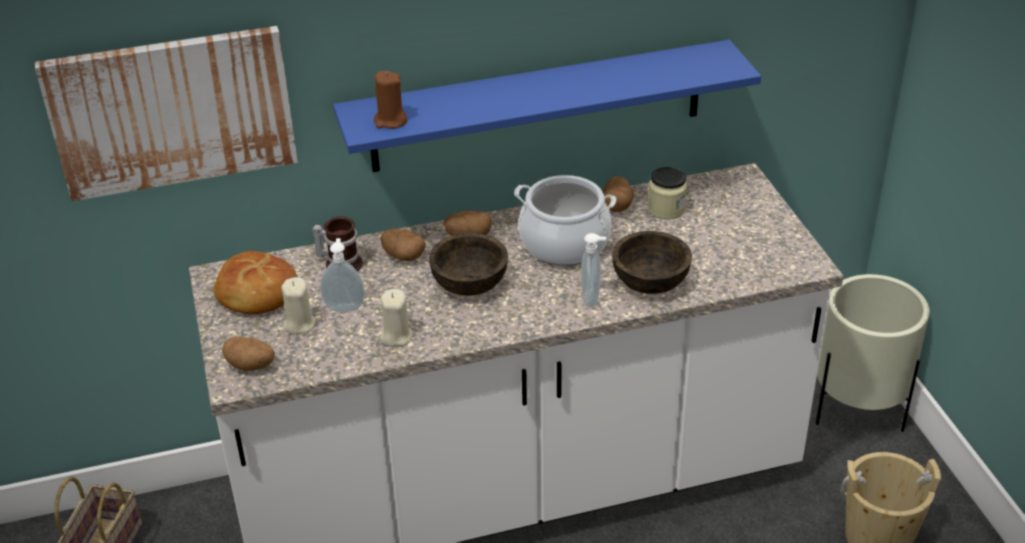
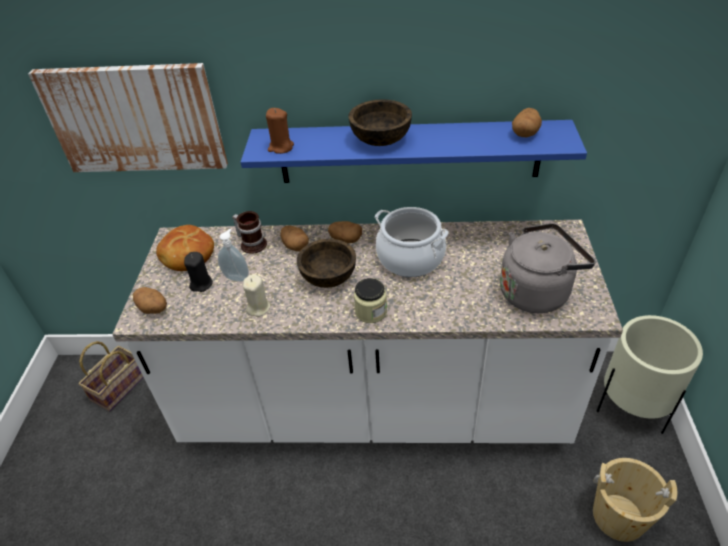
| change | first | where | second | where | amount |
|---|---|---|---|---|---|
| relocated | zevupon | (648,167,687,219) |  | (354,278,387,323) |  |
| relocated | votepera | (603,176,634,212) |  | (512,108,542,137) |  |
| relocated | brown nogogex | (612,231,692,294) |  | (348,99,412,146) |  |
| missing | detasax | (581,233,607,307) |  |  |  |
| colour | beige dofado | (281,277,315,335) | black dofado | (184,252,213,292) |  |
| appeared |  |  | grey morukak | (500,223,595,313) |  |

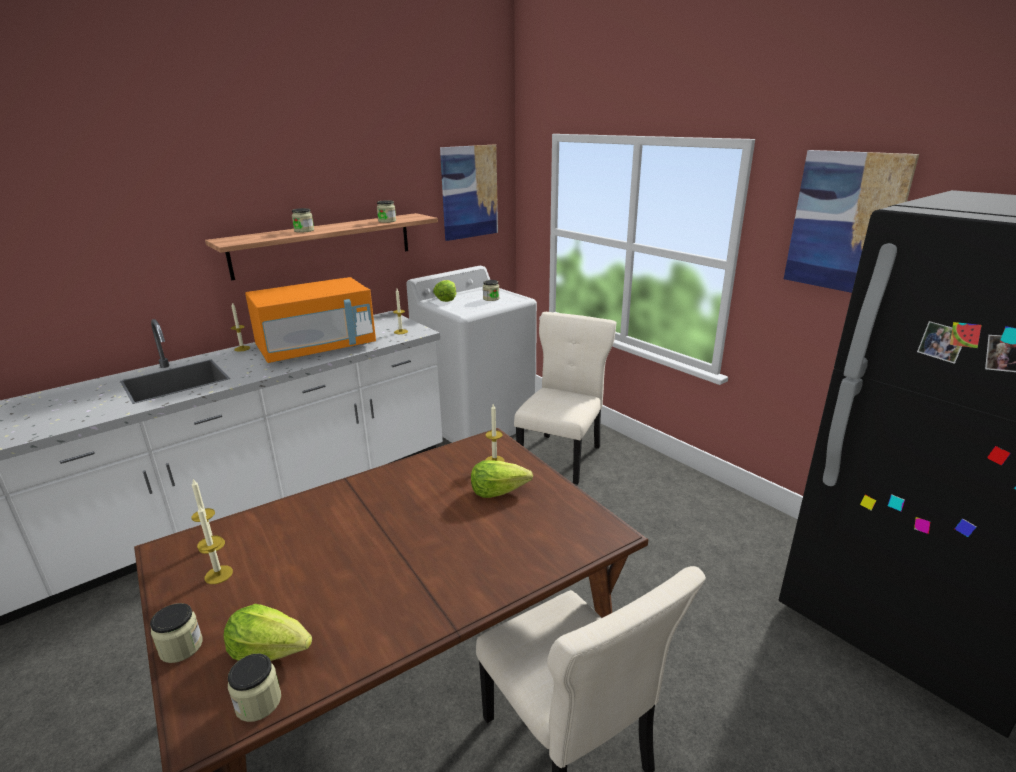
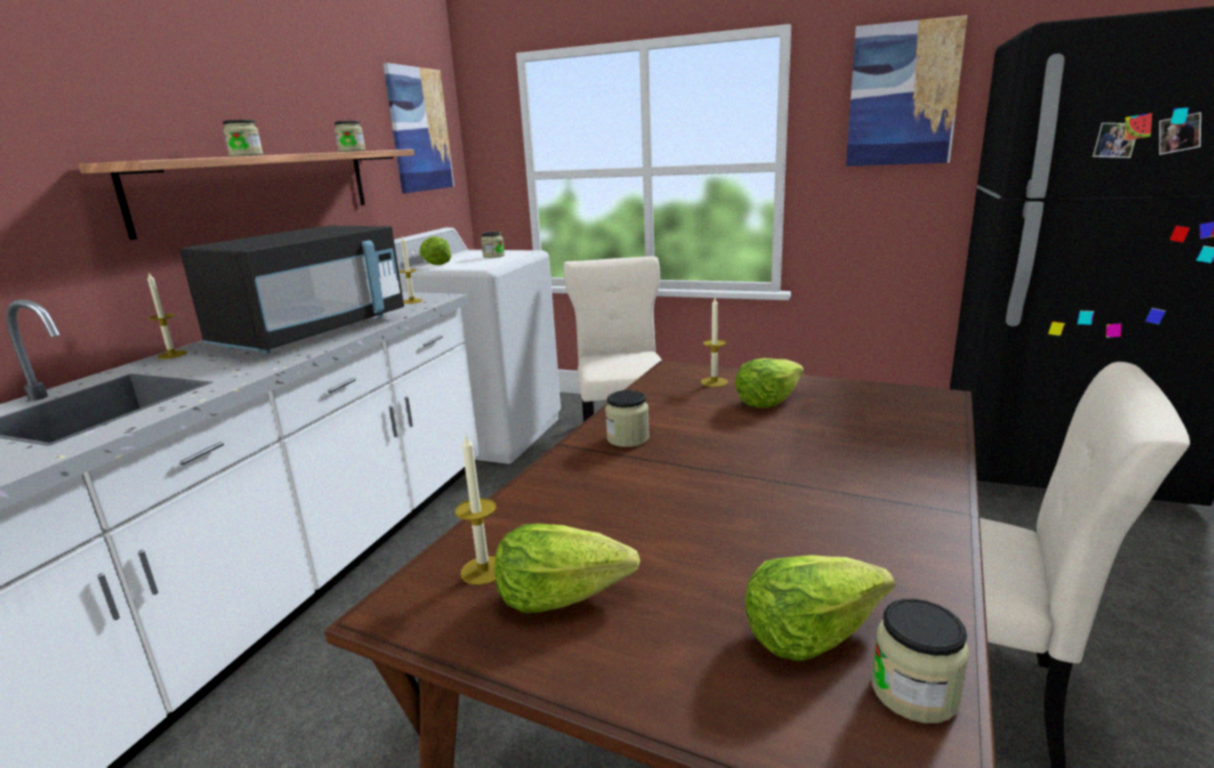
| change | first | where | second | where | amount |
|---|---|---|---|---|---|
| colour | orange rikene | (245,277,376,363) | black rikene | (179,226,404,354) |  |
| exchanged | dofado | (197,506,233,584) | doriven | (495,523,640,613) |  |
| relocated | zevupon | (150,603,203,663) |  | (605,390,649,447) |  |

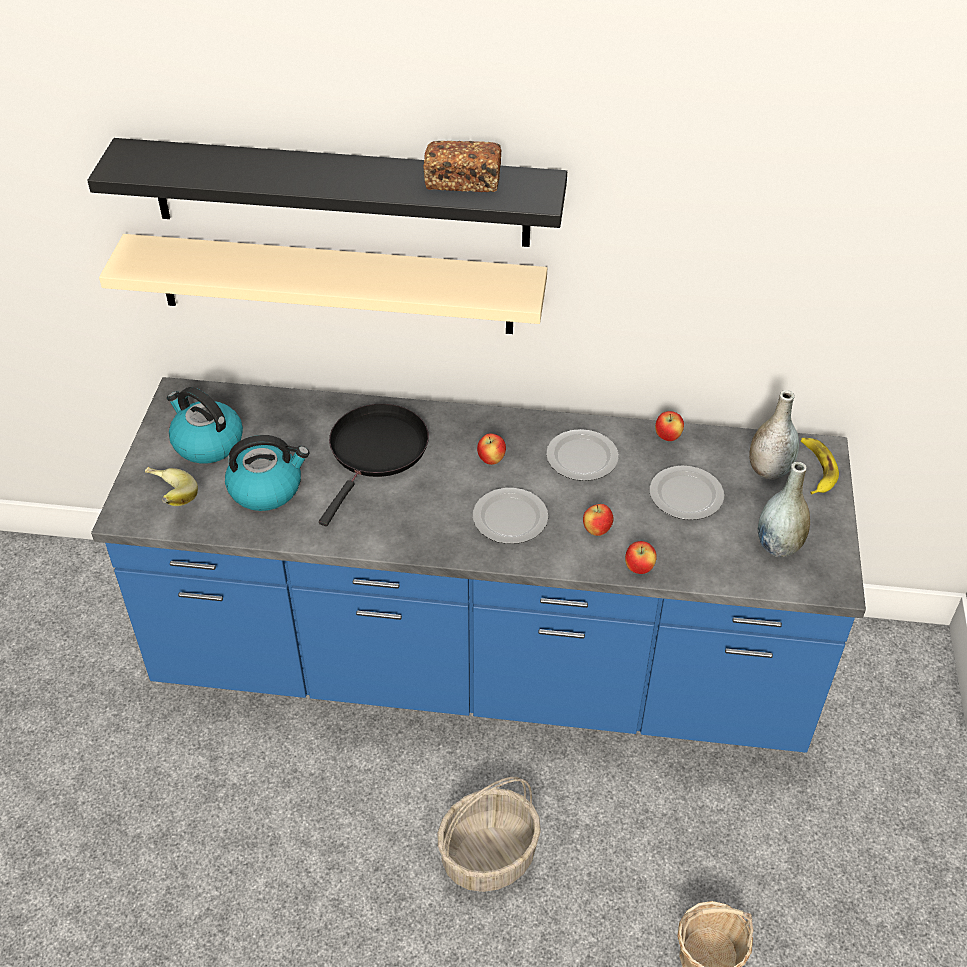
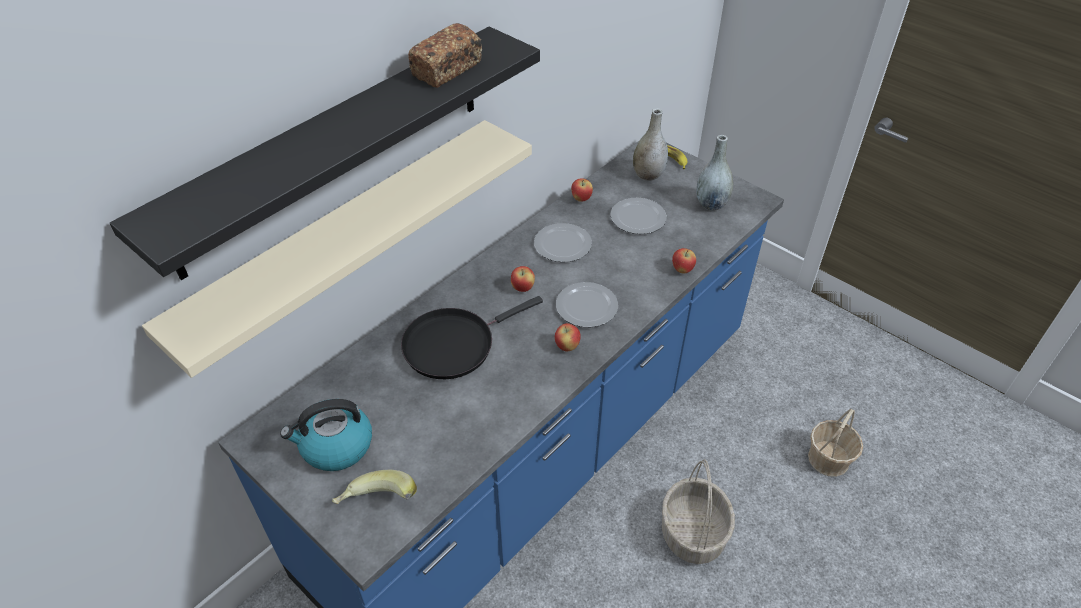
| change | first | where | second | where | amount |
|---|---|---|---|---|---|
| spun | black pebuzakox | (319,404,429,526) |  | (401,296,543,379) | 90 degrees counterclockwise |
| missing | morukak | (225,435,309,511) |  |  |  |
| relocated | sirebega | (583,504,613,536) |  | (555,323,581,351) |  |

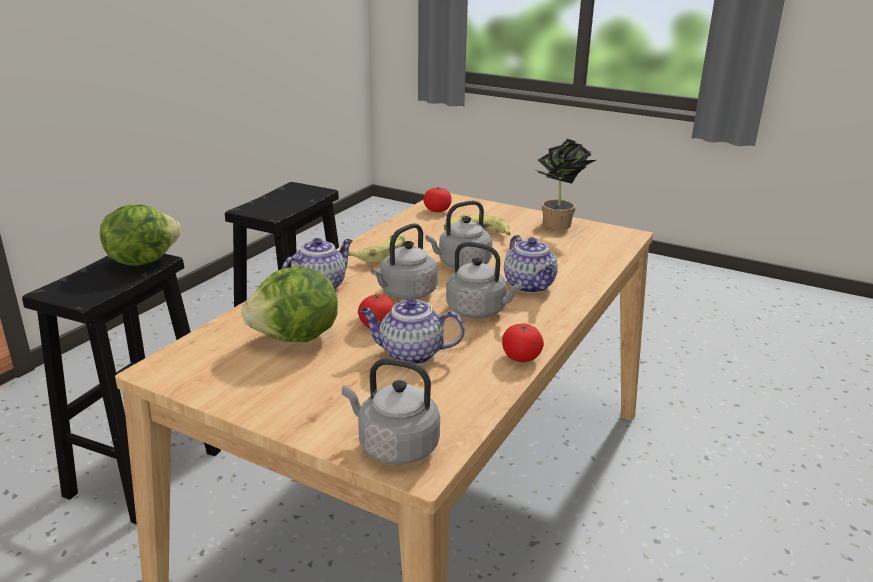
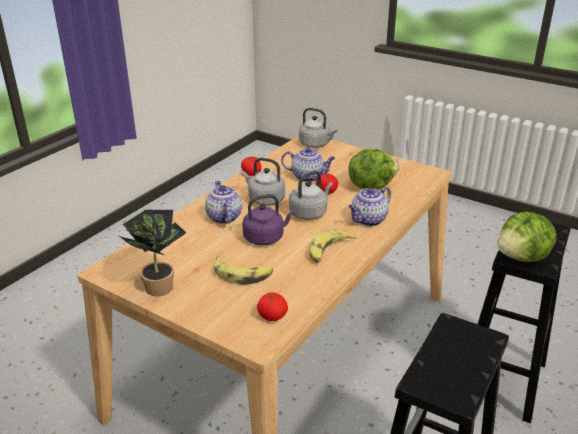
| change | first | where | second | where | amount |
|---|---|---|---|---|---|
| colour | grey morukak | (425,201,492,268) | purple morukak | (242,194,295,245) |  |

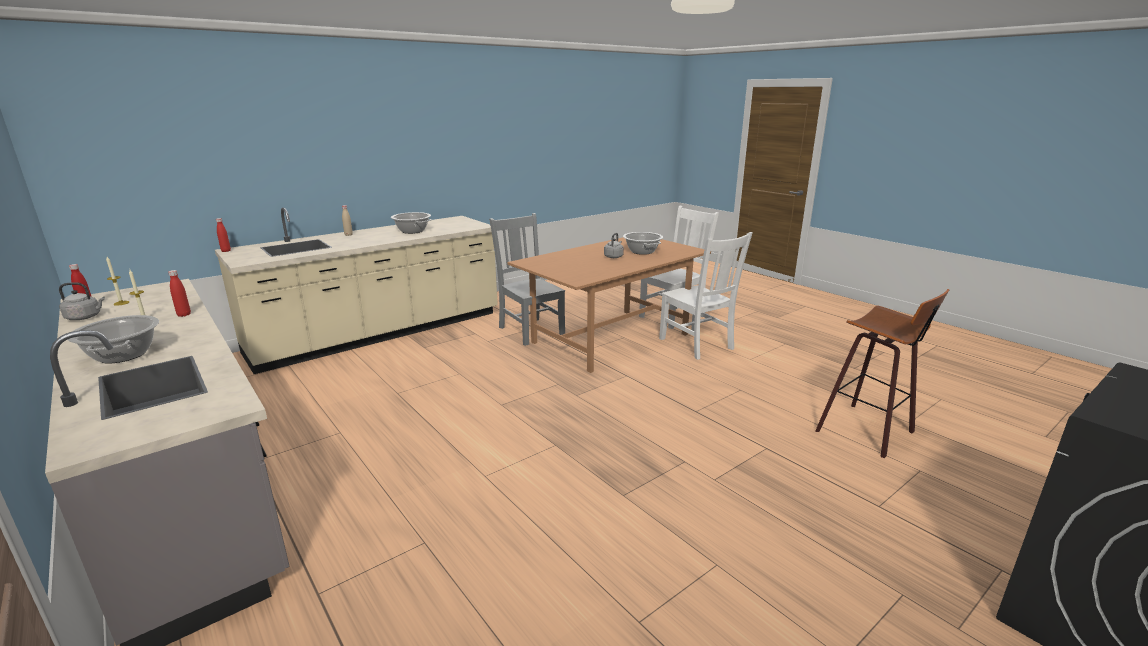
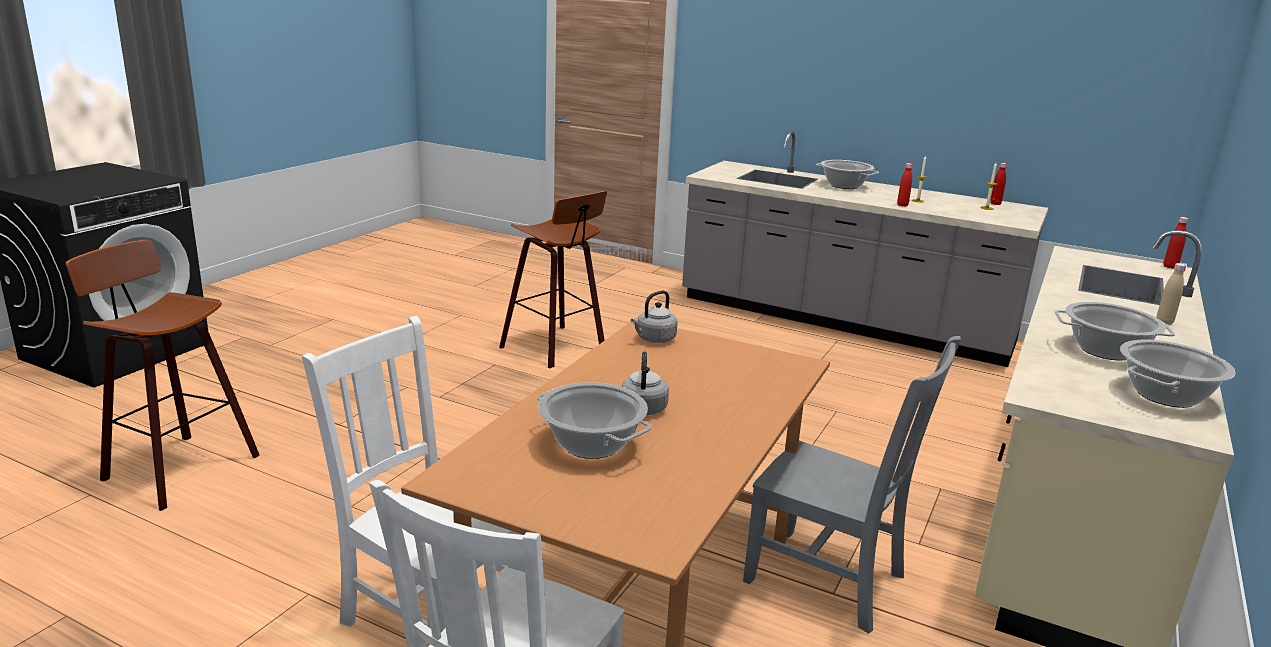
| change | first | where | second | where | amount |
|---|---|---|---|---|---|
| relocated | grey morukak | (59,282,105,320) |  | (631,290,678,343) |  |
| appeared |  |  | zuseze | (499,191,607,368) |  |
| appeared |  |  | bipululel | (1120,339,1236,408) |  |

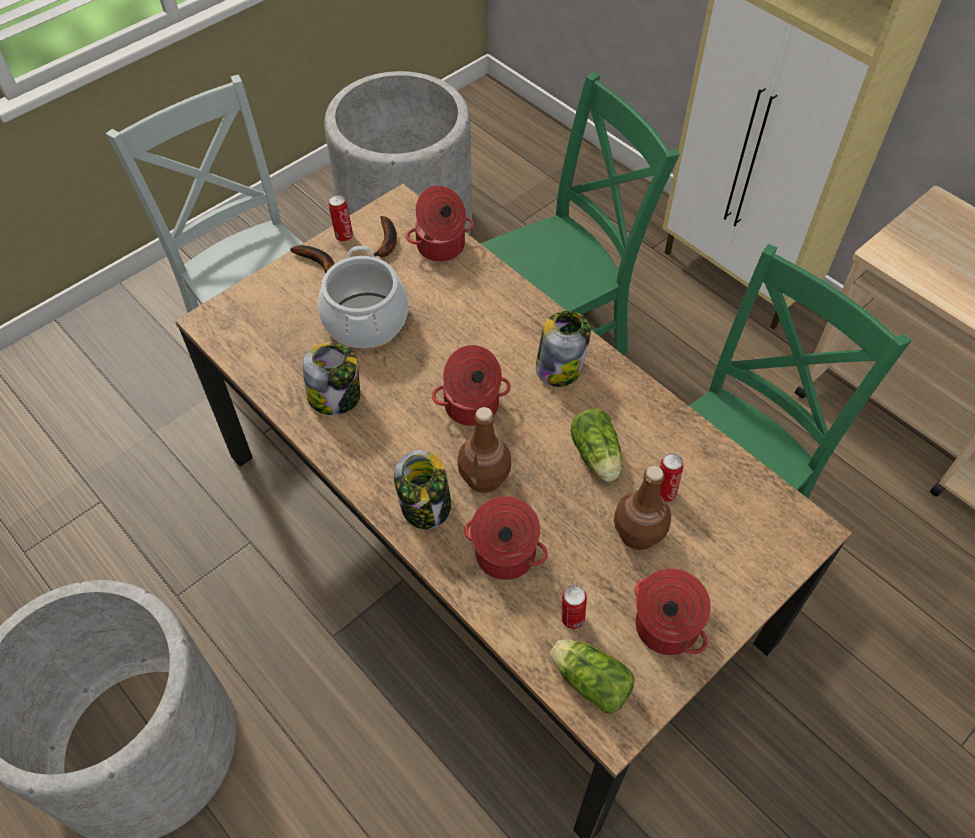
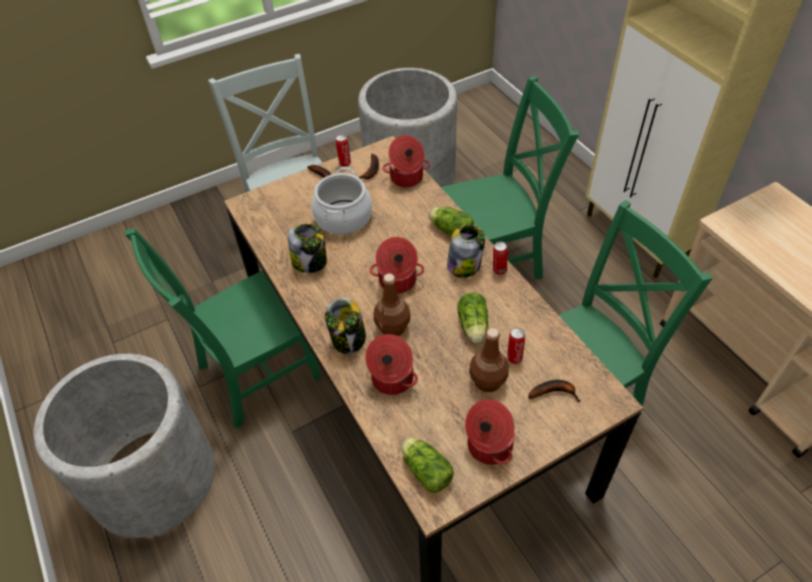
| change | first | where | second | where | amount |
|---|---|---|---|---|---|
| relocated | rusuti | (561,585,587,629) |  | (493,241,508,275) |  |
| appeared |  |  | doriven | (428,207,474,236) |  |
| appeared |  |  | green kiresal | (124,228,321,429) |  |
| appeared |  |  | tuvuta | (528,380,581,402) |  |

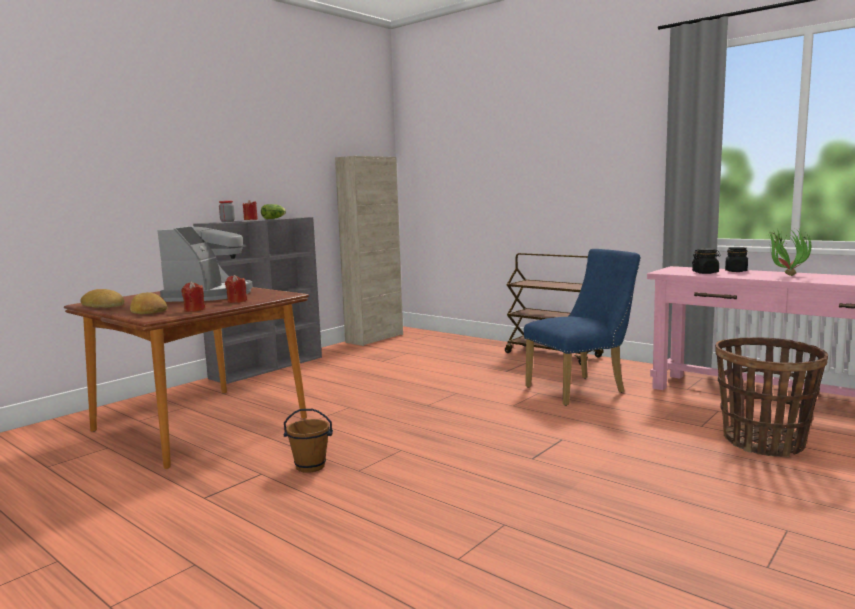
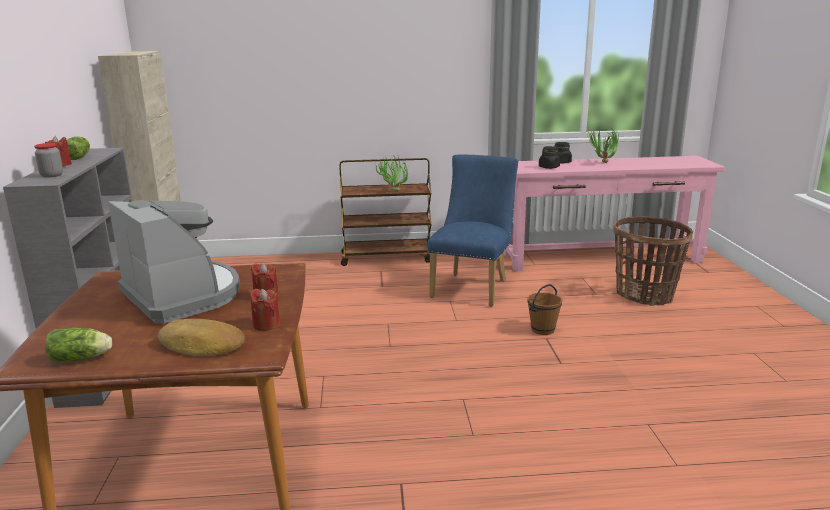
| change | first | where | second | where | amount |
|---|---|---|---|---|---|
| exchanged | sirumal | (80,289,124,308) | doriven | (45,328,112,362) |  |
| relocated | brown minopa | (284,409,333,473) |  | (528,284,562,335) |  |
| appeared |  |  | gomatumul | (375,155,408,192) |  |

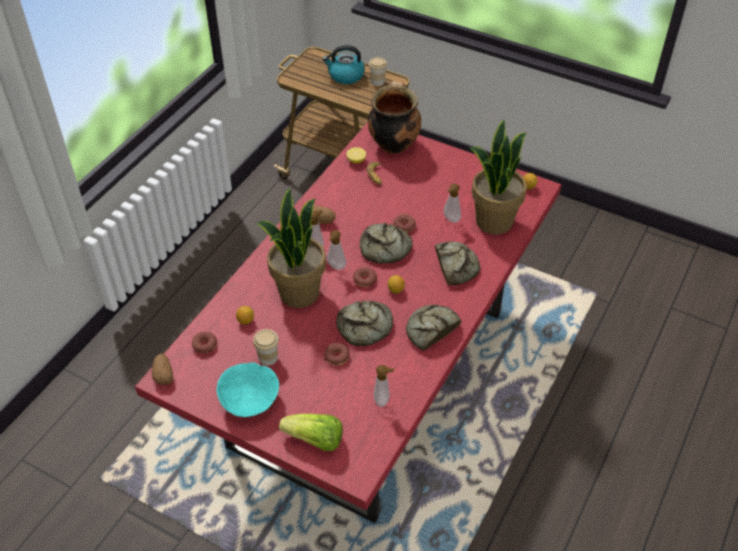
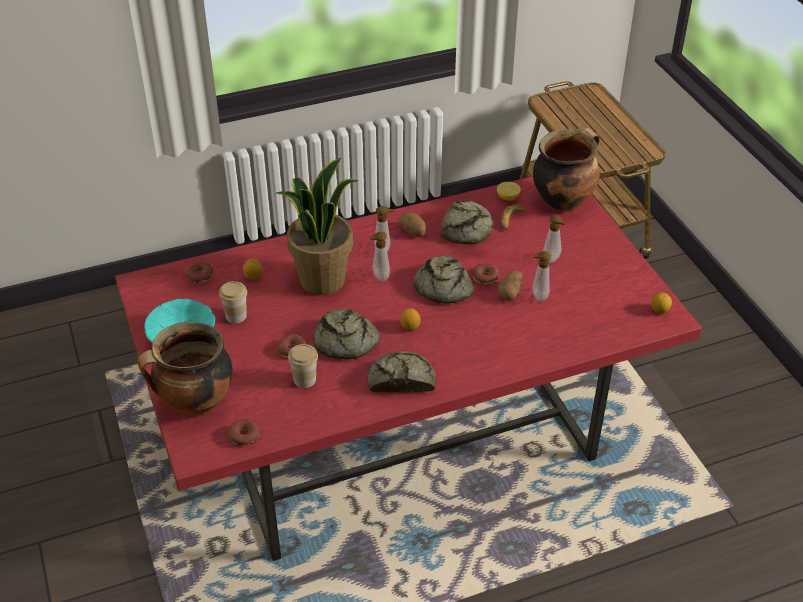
| change | first | where | second | where | amount |
|---|---|---|---|---|---|
| missing | morukak | (322,45,365,84) |  |  |  |
| relocated | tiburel | (369,57,387,86) |  | (288,344,318,388) |  |
| missing | gomatumul | (469,119,527,235) |  |  |  |
| relocated | sirumal | (435,242,480,285) |  | (440,200,492,244) |  |
| relocated | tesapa | (353,267,377,287) |  | (228,419,259,446) |  |
| relocated | votepera | (152,353,173,385) |  | (498,270,523,301) |  |
| relocated | detasax | (374,365,394,407) |  | (543,215,566,264) |  |
| exchanged | doriven | (279,414,343,451) | bipululel | (137,322,232,416) |  |

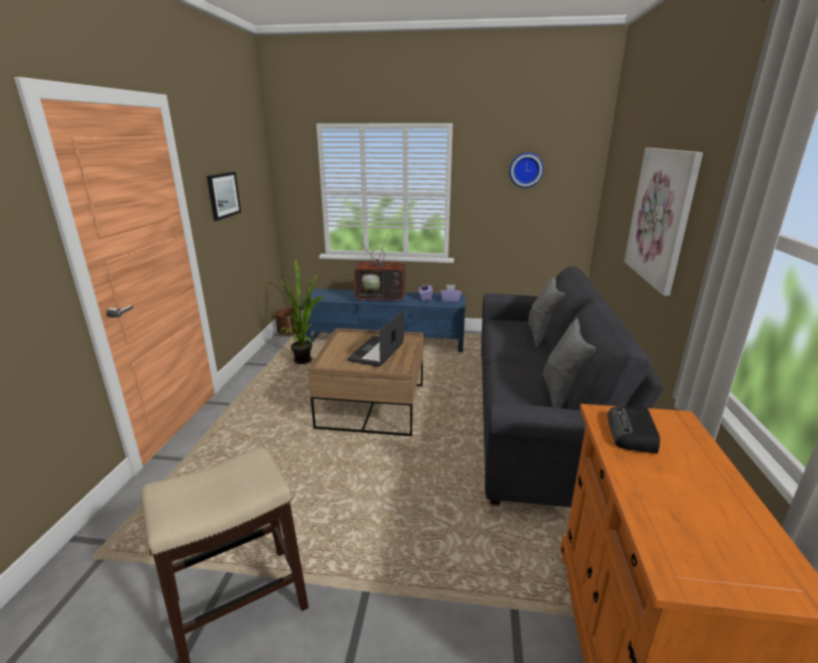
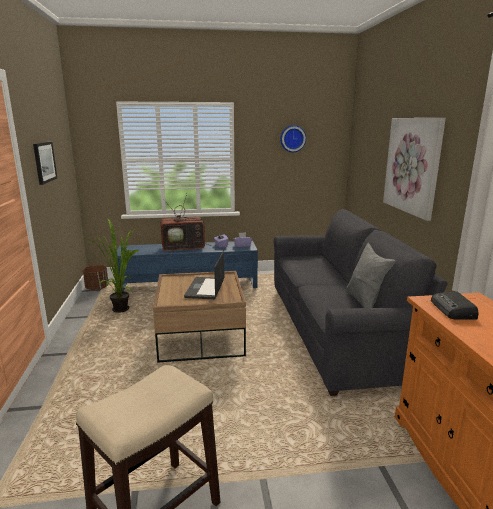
| change | first | where | second | where | amount |
|---|---|---|---|---|---|
| missing | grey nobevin | (528,276,566,347) |  |  |  |

